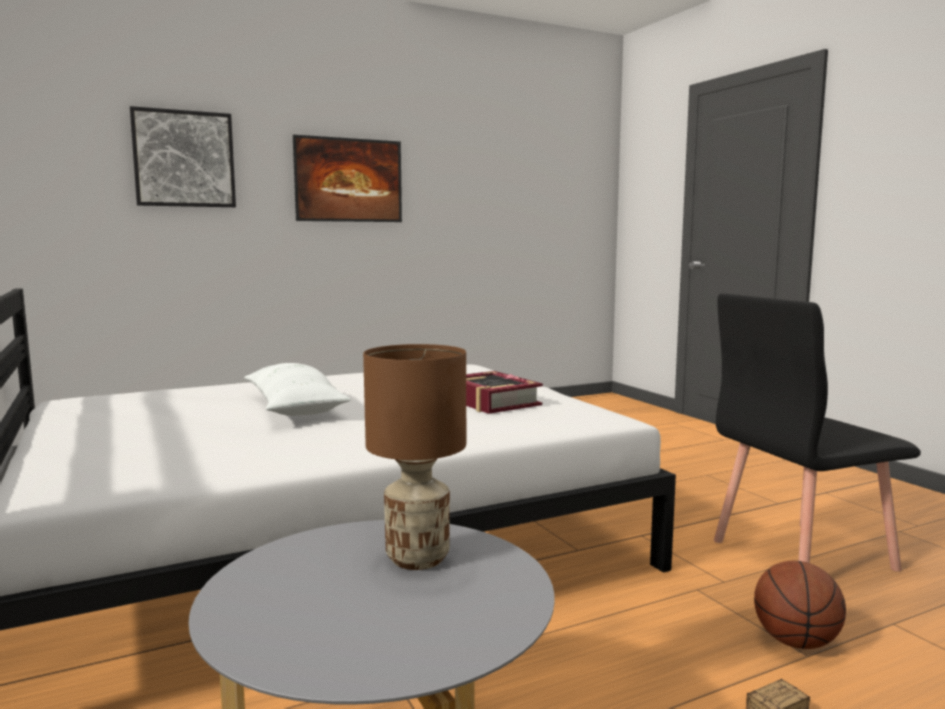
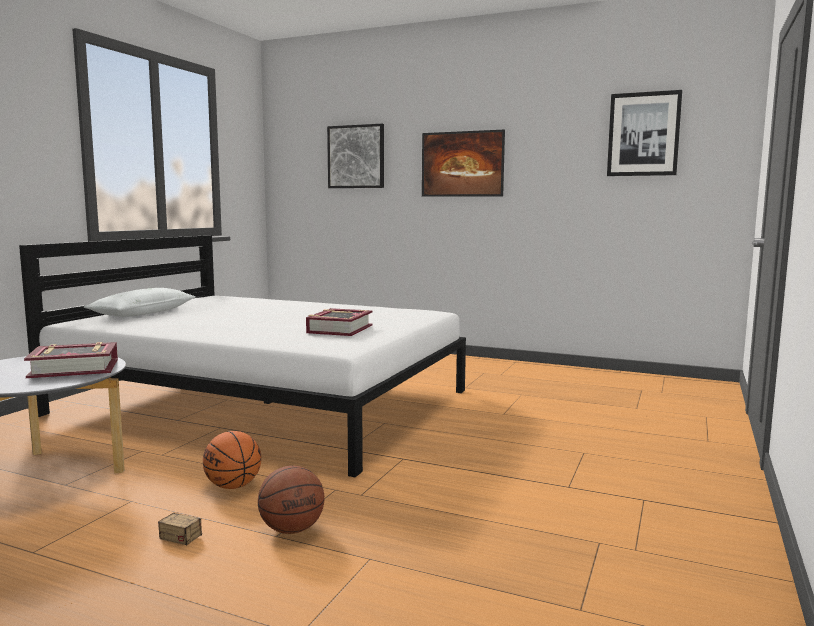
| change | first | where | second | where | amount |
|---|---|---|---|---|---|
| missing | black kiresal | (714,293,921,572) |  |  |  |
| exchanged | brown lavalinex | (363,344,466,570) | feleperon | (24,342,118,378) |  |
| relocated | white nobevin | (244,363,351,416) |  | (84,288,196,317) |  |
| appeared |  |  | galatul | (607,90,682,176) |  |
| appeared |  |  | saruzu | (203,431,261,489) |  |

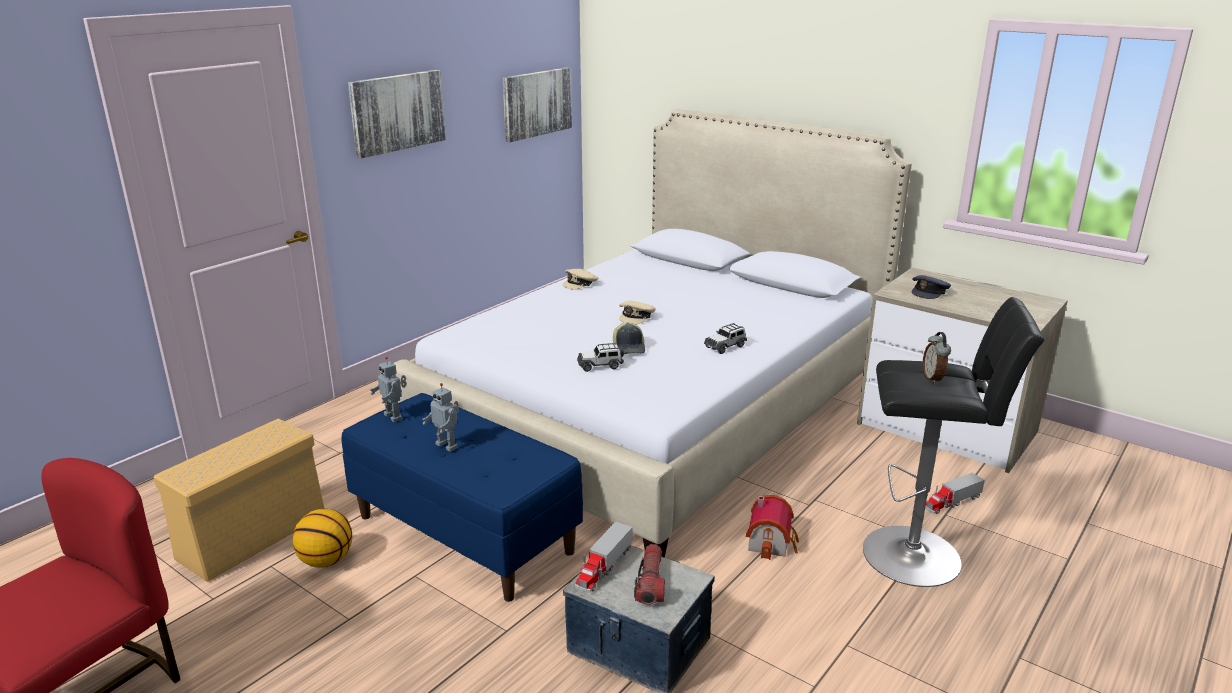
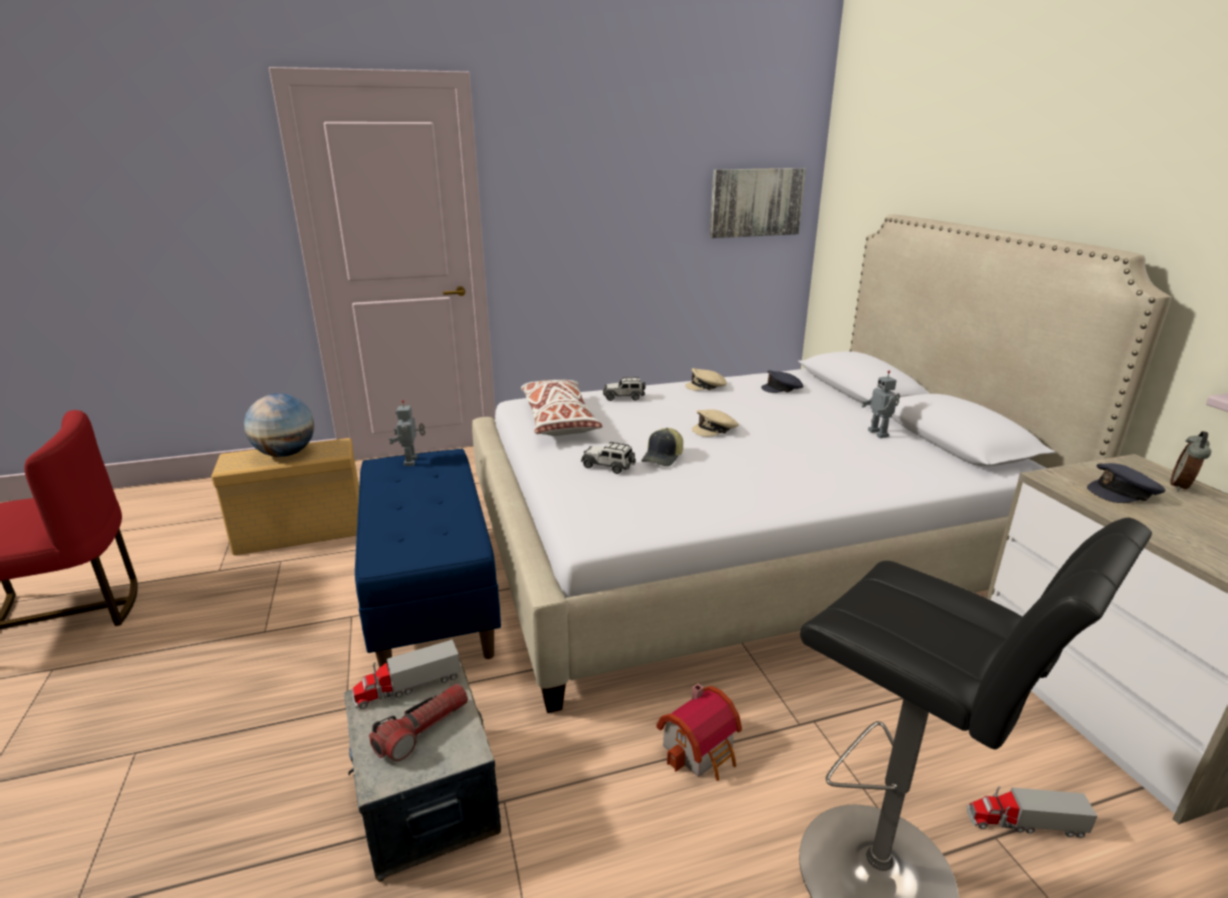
| change | first | where | second | where | amount |
|---|---|---|---|---|---|
| missing | galatul | (348,70,446,158) |  |  |  |
| relocated | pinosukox | (704,323,747,354) |  | (603,377,645,401) |  |
| relocated | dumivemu | (922,332,951,384) |  | (1170,431,1211,491) |  |
| relocated | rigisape | (422,383,459,452) |  | (861,371,900,438) |  |
| missing | saruzu | (293,509,352,568) |  |  |  |
| appeared |  |  | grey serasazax | (761,370,803,393) |  |
| appeared |  |  | white nobevin | (521,380,602,436) |  |
| appeared |  |  | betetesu | (244,394,314,457) |  |

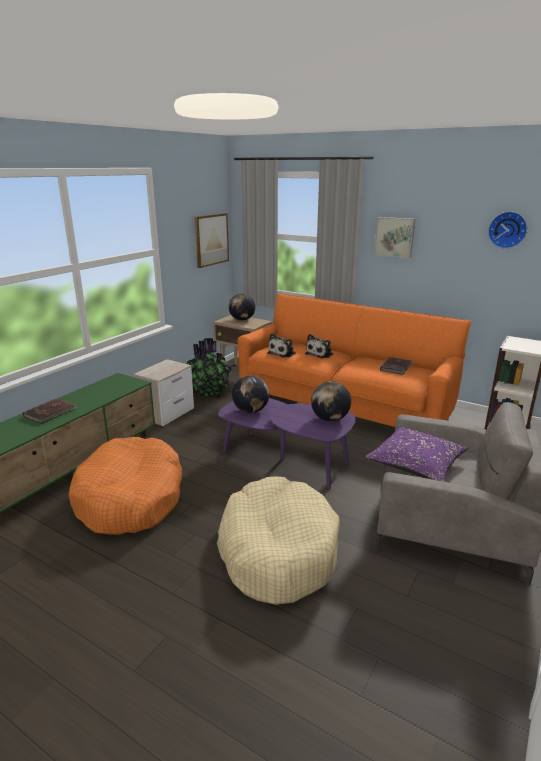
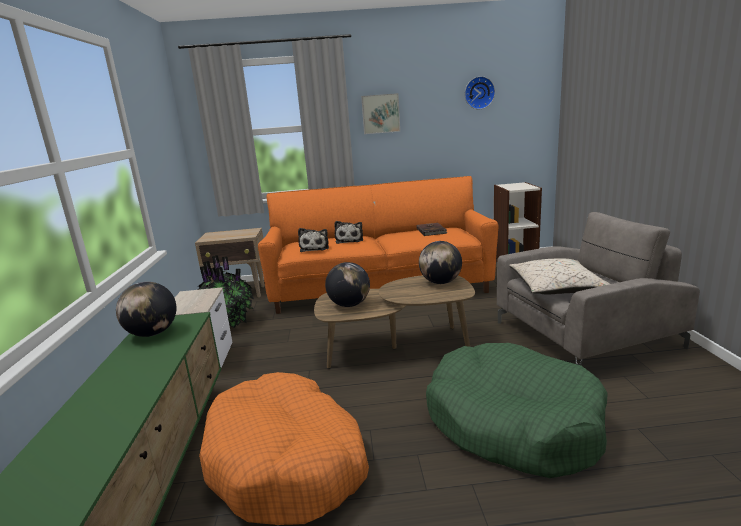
| change | first | where | second | where | amount |
|---|---|---|---|---|---|
| missing | galatul | (195,213,229,268) |  |  |  |
| relocated | betetesu | (229,293,255,321) |  | (116,282,177,337) |  |
| missing | brown feleperon | (23,398,77,424) |  |  |  |
| colour | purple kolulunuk | (218,398,356,489) | brown kolulunuk | (314,275,475,369) |  |
| colour | purple nobevin | (365,426,468,481) | beige nobevin | (509,258,610,295) |  |
| colour | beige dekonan | (217,476,340,605) | green dekonan | (426,343,608,478) |  |

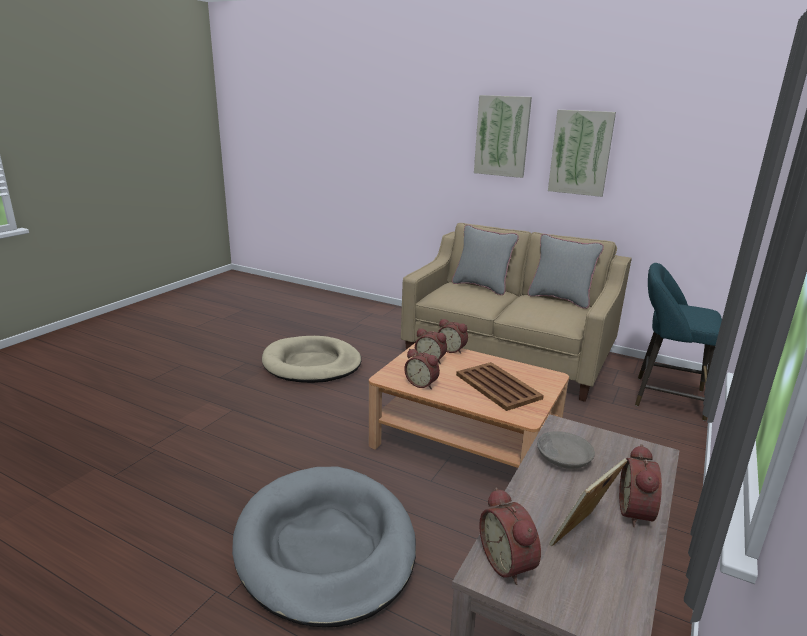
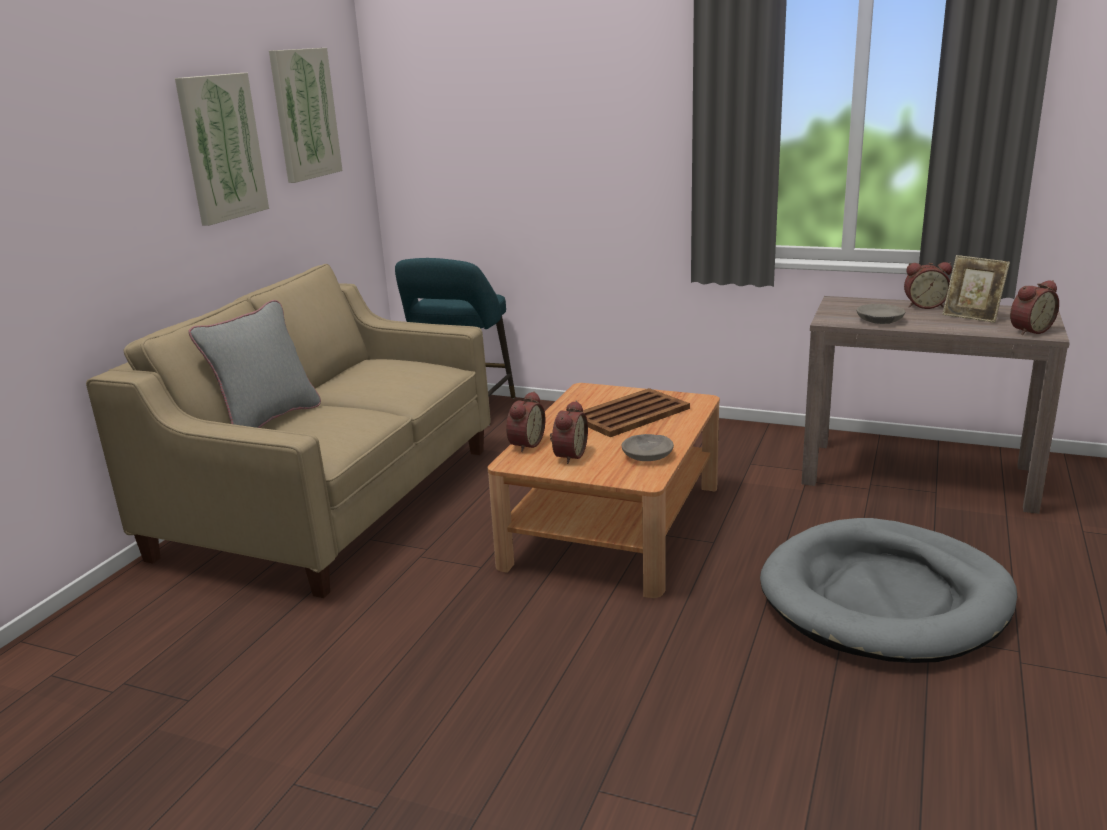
| change | first | where | second | where | amount |
|---|---|---|---|---|---|
| relocated | galatul | (474,95,532,178) |  | (269,48,343,183) |  |
| missing | grey nobevin | (527,234,604,309) |  |  |  |
| missing | beige dekonan | (262,336,361,383) |  |  |  |
| exchanged | dumivemu | (404,349,440,389) | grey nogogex | (622,434,674,461) |  |

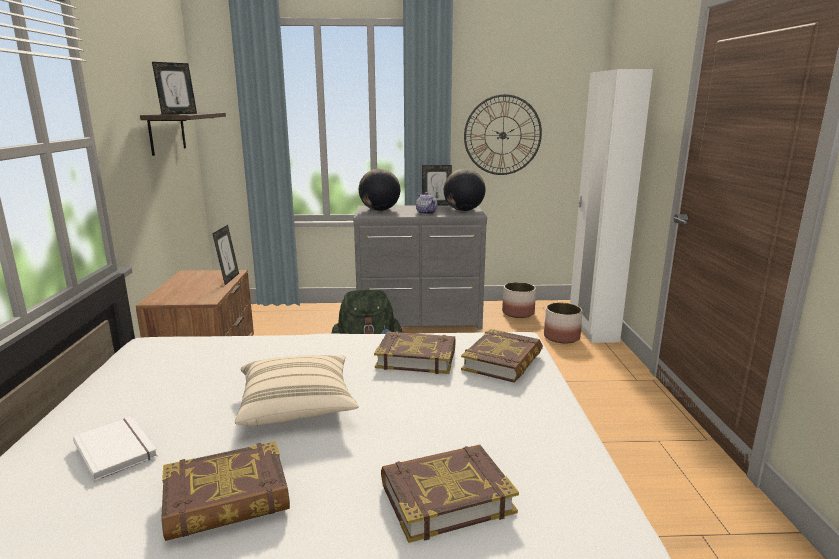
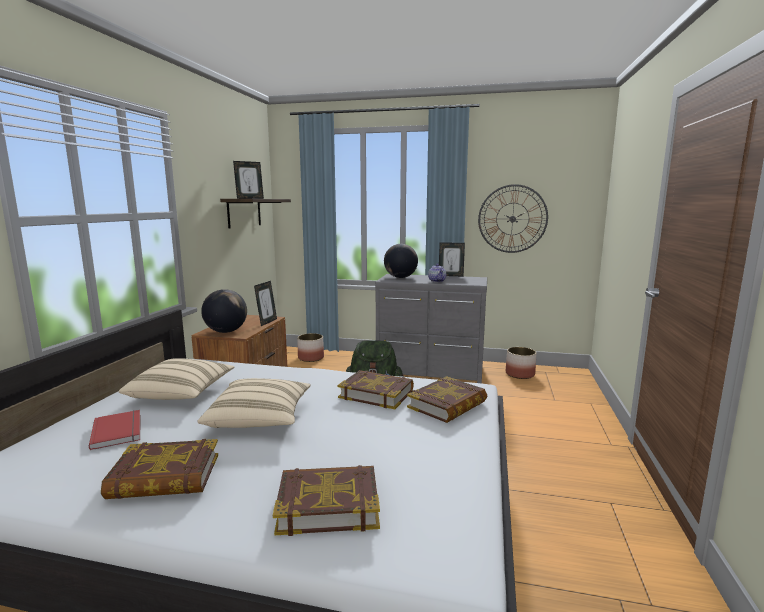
| change | first | where | second | where | amount |
|---|---|---|---|---|---|
| missing | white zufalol | (570,69,653,343) |  |  |  |
| relocated | betetesu | (444,169,486,211) |  | (201,289,247,333) |  |
| relocated | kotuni | (544,303,583,344) |  | (297,333,324,362) |  |
| colour | white feleperon | (73,417,158,481) | red feleperon | (89,410,140,450) |  |
| appeared |  |  | beige nobevin | (119,358,235,400) |  |

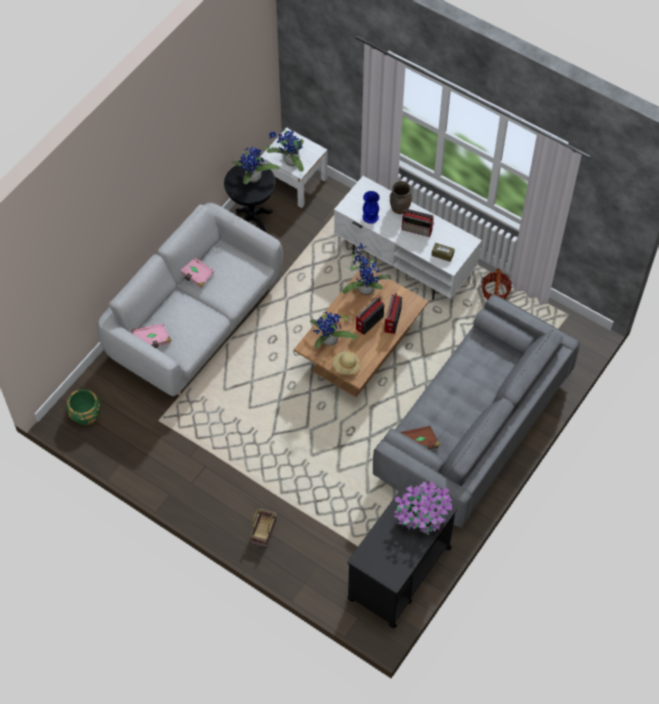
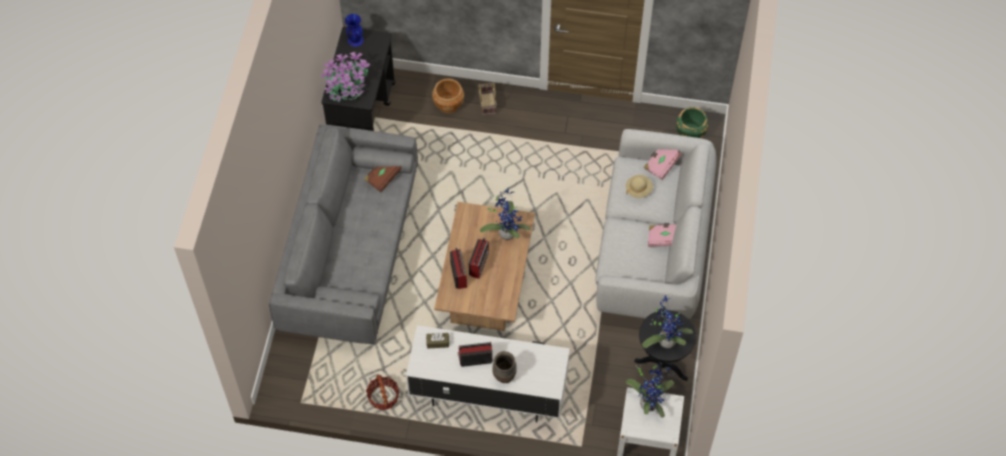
| change | first | where | second | where | amount |
|---|---|---|---|---|---|
| relocated | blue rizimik | (363,191,380,224) |  | (345,14,364,47) |  |
| missing | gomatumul | (342,243,389,295) |  |  |  |
| relocated | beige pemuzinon | (333,351,360,375) |  | (626,175,653,198) |  |
| appeared |  |  | brown kotuni | (432,78,464,113) |  |

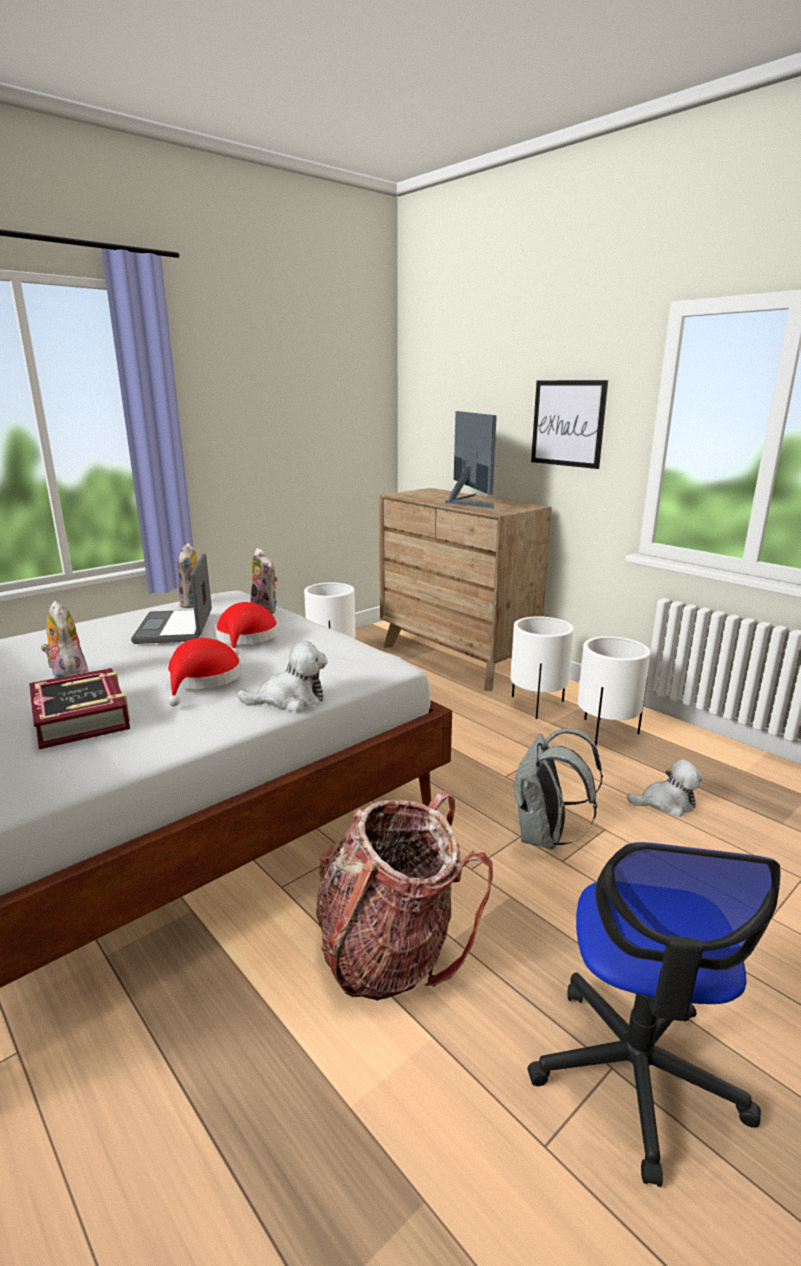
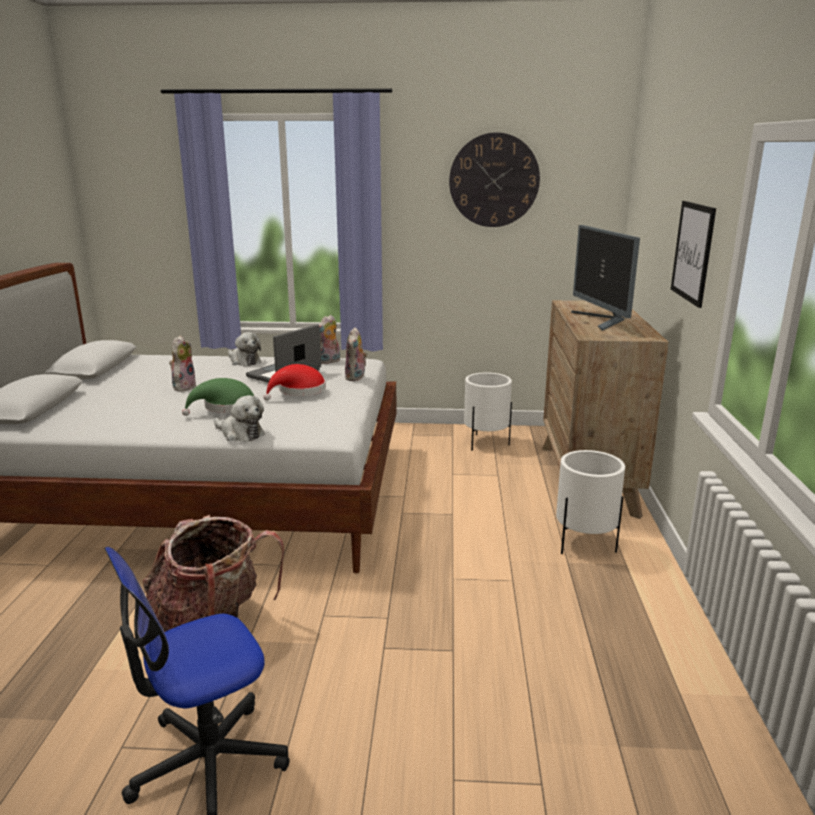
| change | first | where | second | where | amount |
|---|---|---|---|---|---|
| spun | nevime | (445,411,497,508) |  | (571,225,640,331) | 135 degrees clockwise |
| missing | white kotuni | (578,636,651,746) |  |  |  |
| colour | red pemuzinon | (167,638,242,706) | green pemuzinon | (182,378,255,416) |  |
| missing | feleperon | (29,668,130,750) |  |  |  |
| missing | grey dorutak | (513,728,603,850) |  |  |  |
| relocated | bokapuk | (627,759,703,817) |  | (228,332,261,366) |  |
| appeared |  |  | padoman | (449,132,540,227) |  |

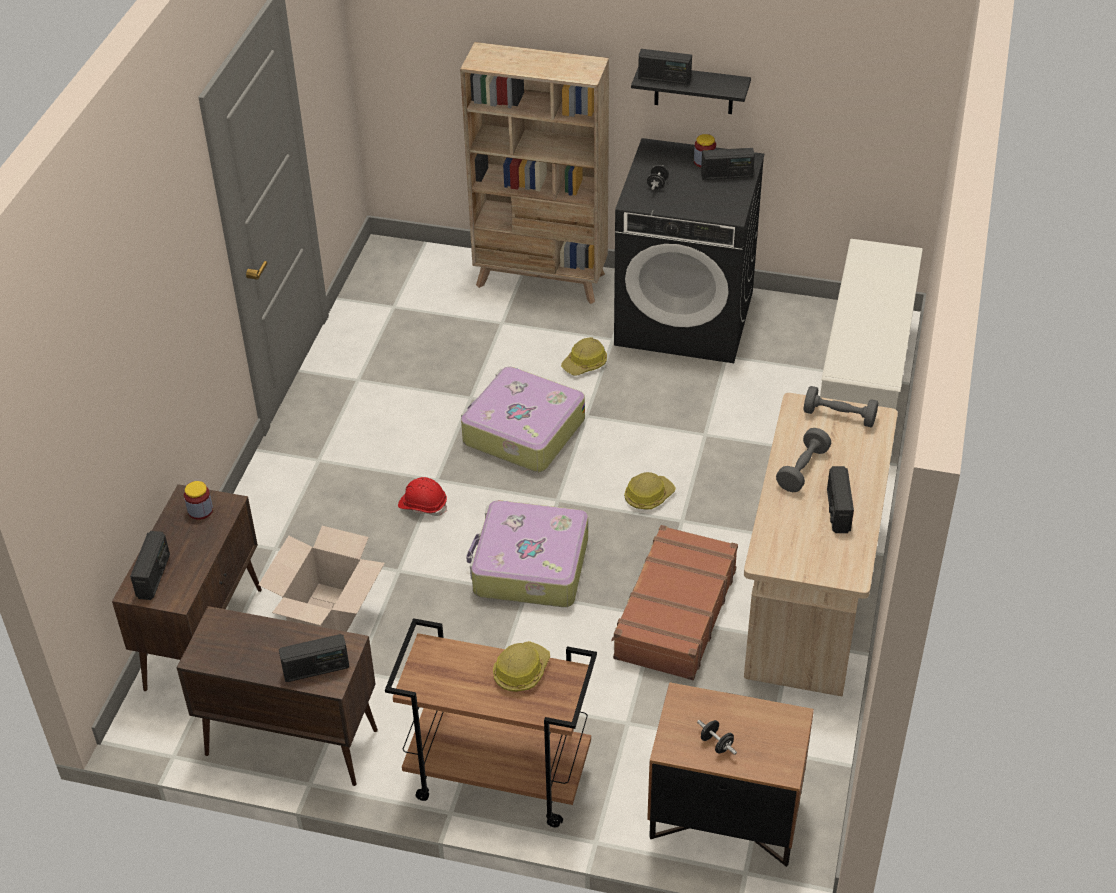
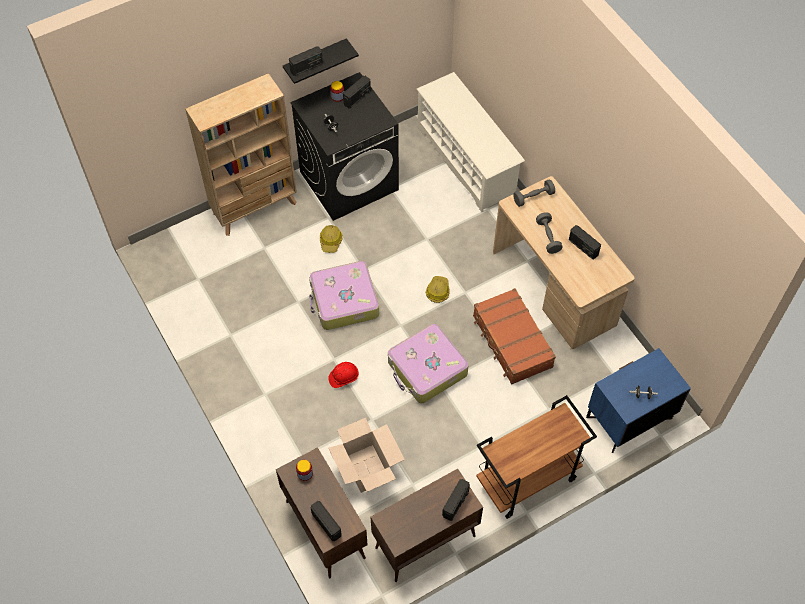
| change | first | where | second | where | amount |
|---|---|---|---|---|---|
| missing | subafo | (493,641,550,692) |  |  |  |
| colour | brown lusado | (647,682,814,867) | blue lusado | (586,348,691,453) |  |

